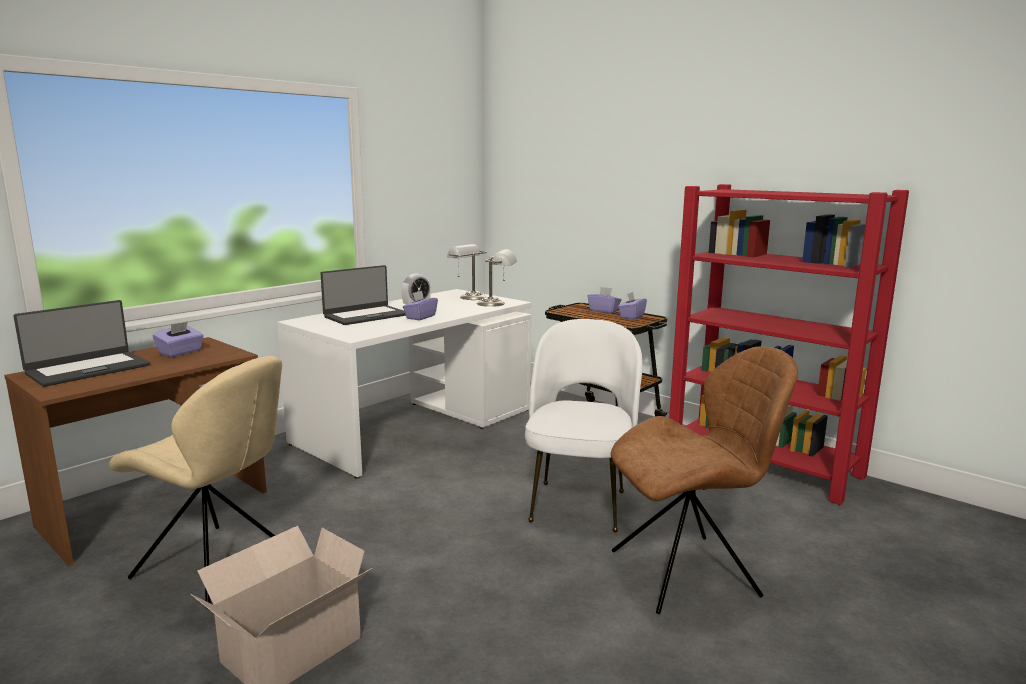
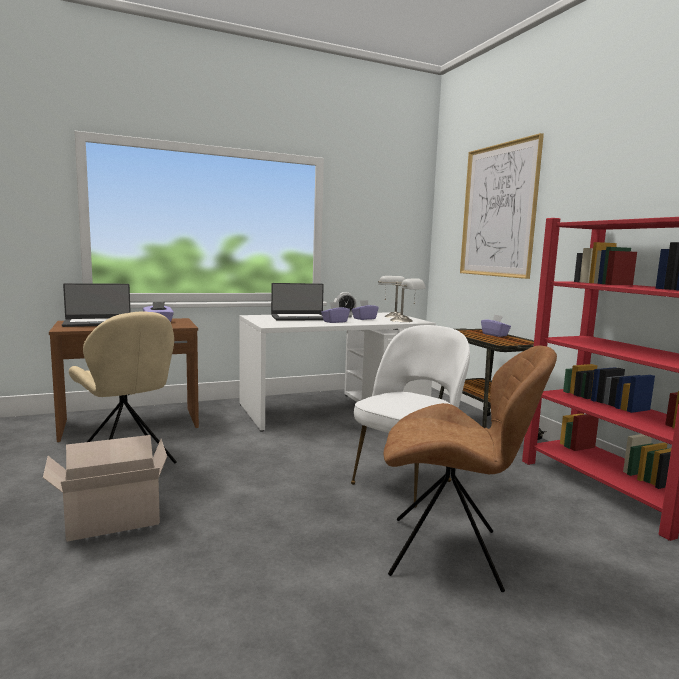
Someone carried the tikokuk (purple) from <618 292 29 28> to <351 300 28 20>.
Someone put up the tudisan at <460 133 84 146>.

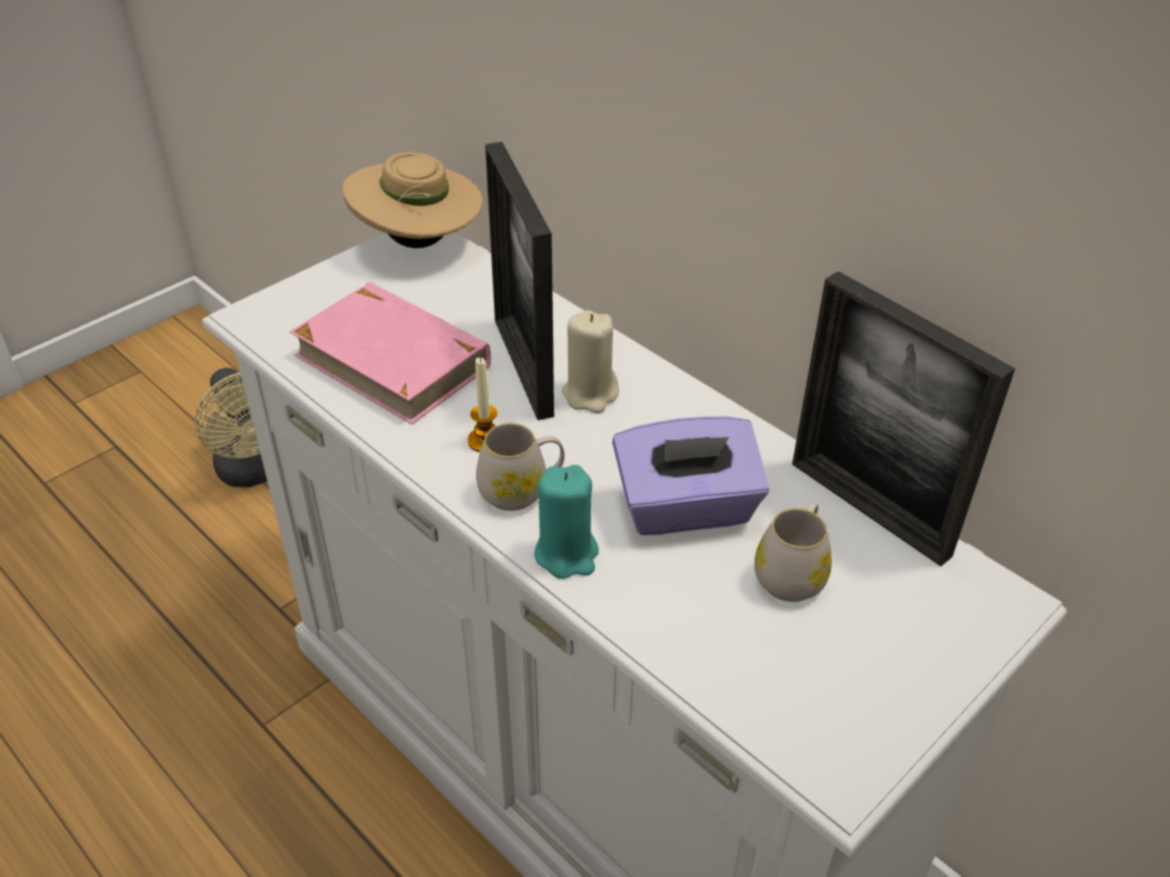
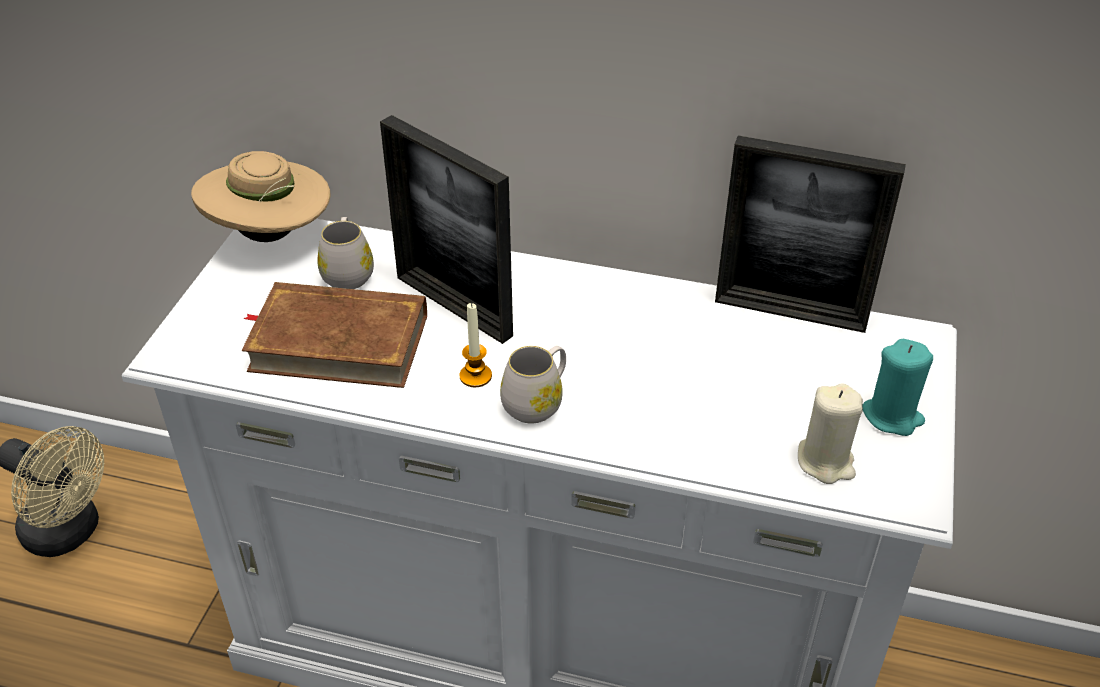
Someone repainted the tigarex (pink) at <290 282 201 142>, which became the tigarex (brown) at <242 282 185 106>.
Someone carried the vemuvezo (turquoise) from <534 465 65 114> to <862 339 71 97>.
Someone carried the vemuvezo (beige) from <562 310 57 103> to <798 383 65 101>.
Someone took away the tikokuk (purple) at <612 416 157 119>.
Someone carried the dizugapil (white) from <754 502 78 100> to <317 217 57 72>.

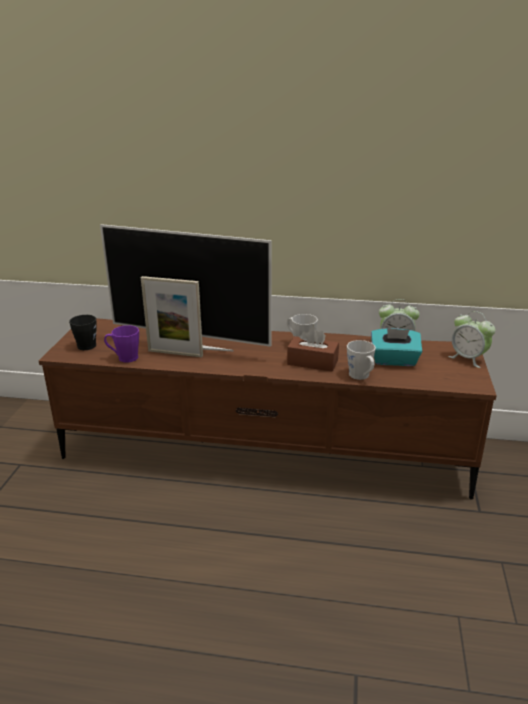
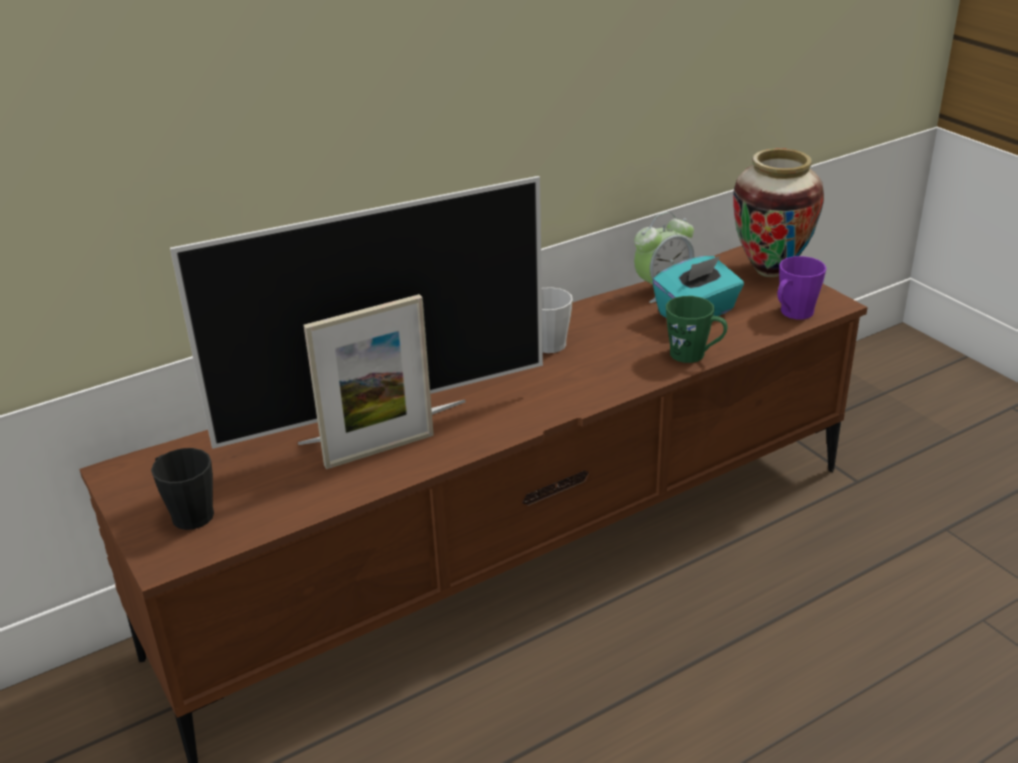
Someone carried the dizugapil (purple) from <104 325 35 38> to <778 256 48 63>.
Someone took away the tikokuk (brown) at <287 327 52 45>.
Someone repainted the dizugapil (grey) at <347 340 29 40>, which became the dizugapil (green) at <666 296 62 67>.
Someone swapped the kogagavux at <448 311 48 57> for the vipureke at <733 148 91 129>.

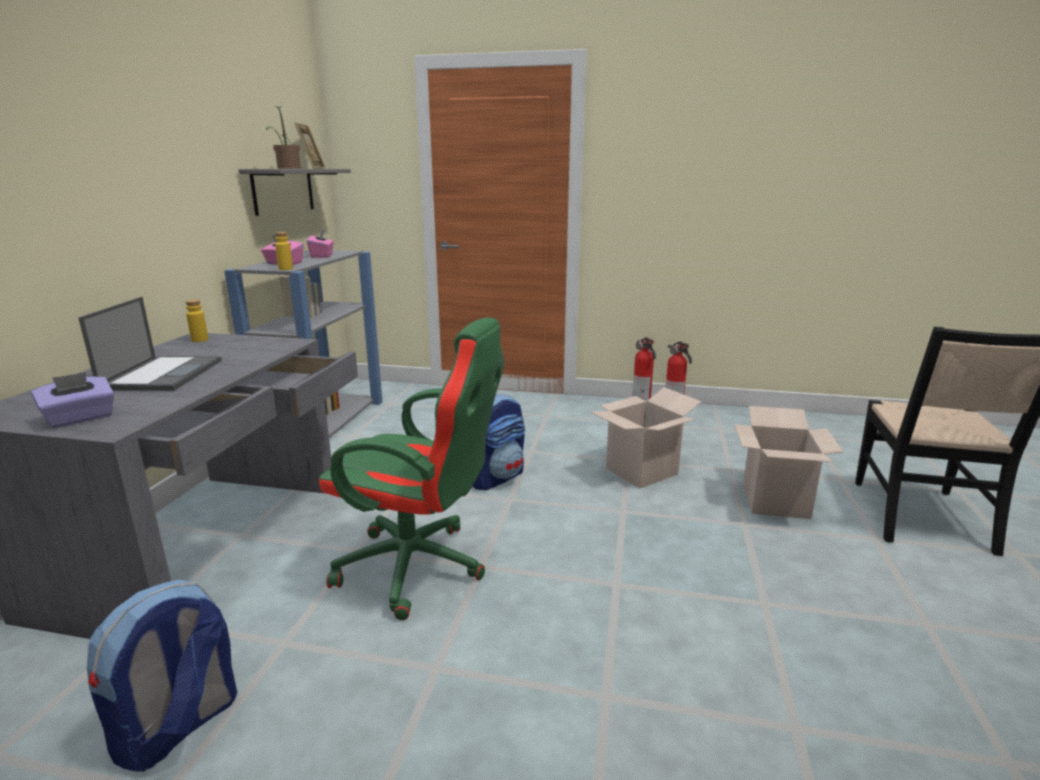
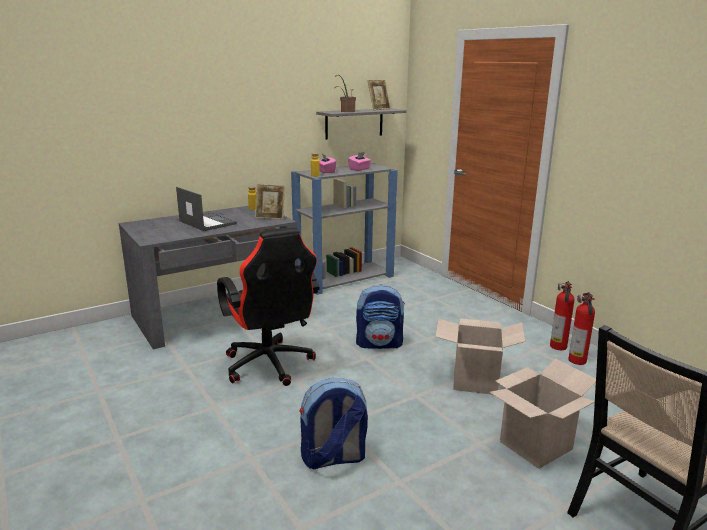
Someone took away the tikokuk (purple) at <31 372 83 56>.
Someone rotated the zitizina at <78 297 144 94> by 90 degrees counterclockwise.
Someone carried the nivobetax from <87 580 150 192> to <299 378 69 91>.
Someone repainted the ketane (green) at <319 317 185 303>, which became the ketane (black) at <217 228 103 158>.
Someone put down the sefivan at <255 184 30 36>.

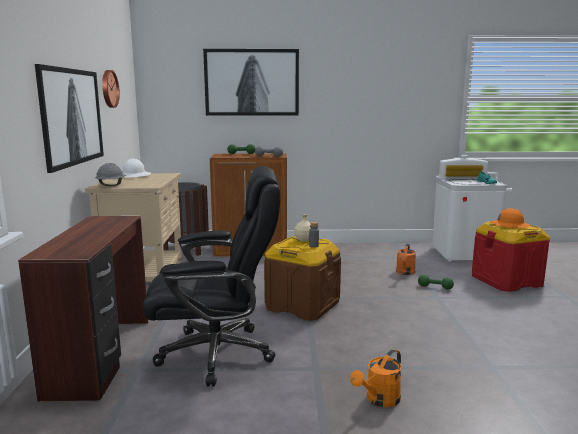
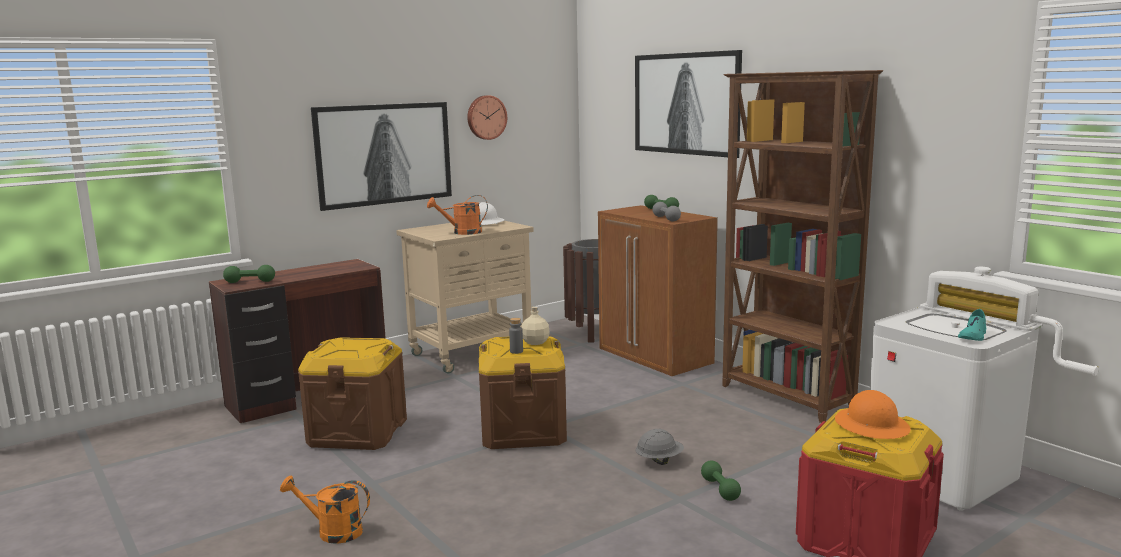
Someone carried the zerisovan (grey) from <96 163 30 23> to <635 429 49 36>.
Someone swapped the ketane (black) at <143 166 137 220> for the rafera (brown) at <298 337 109 113>.
Someone carried the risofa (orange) from <396 244 20 31> to <427 195 61 40>.
Someone put down the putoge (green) at <223 265 52 18>.
Someone put down the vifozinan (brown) at <722 70 161 353>.

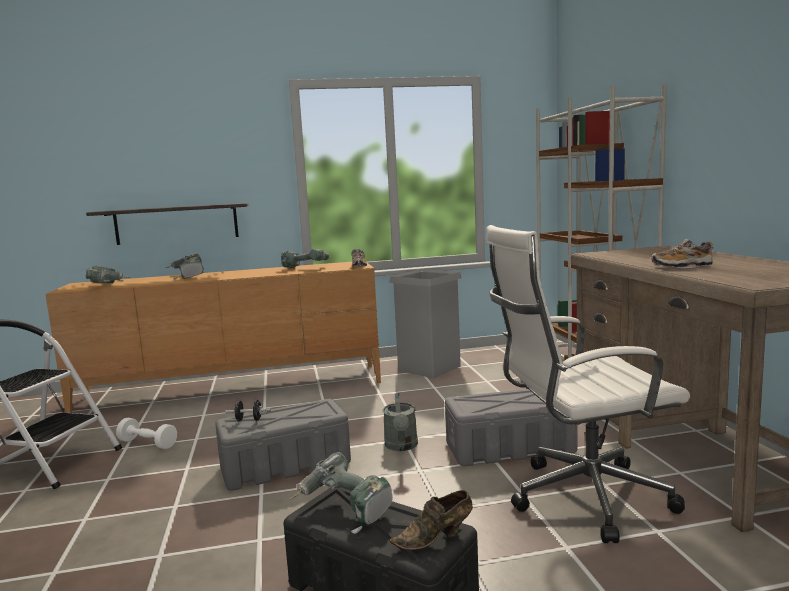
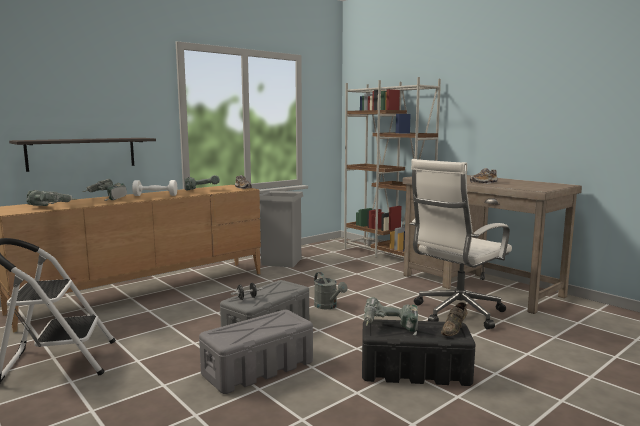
Someone carried the putoge (white) from <116 418 61 31> to <132 180 45 16>.
Someone carried the rafera (grey) from <445 389 132 77> to <199 310 114 84>.

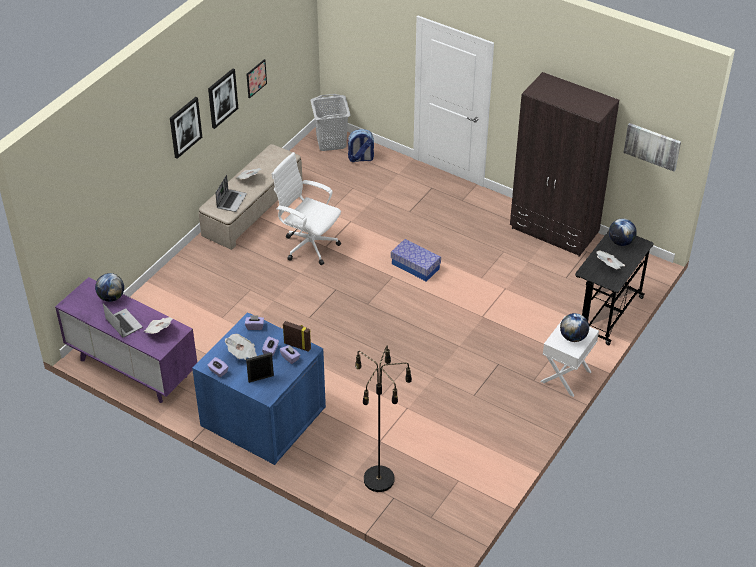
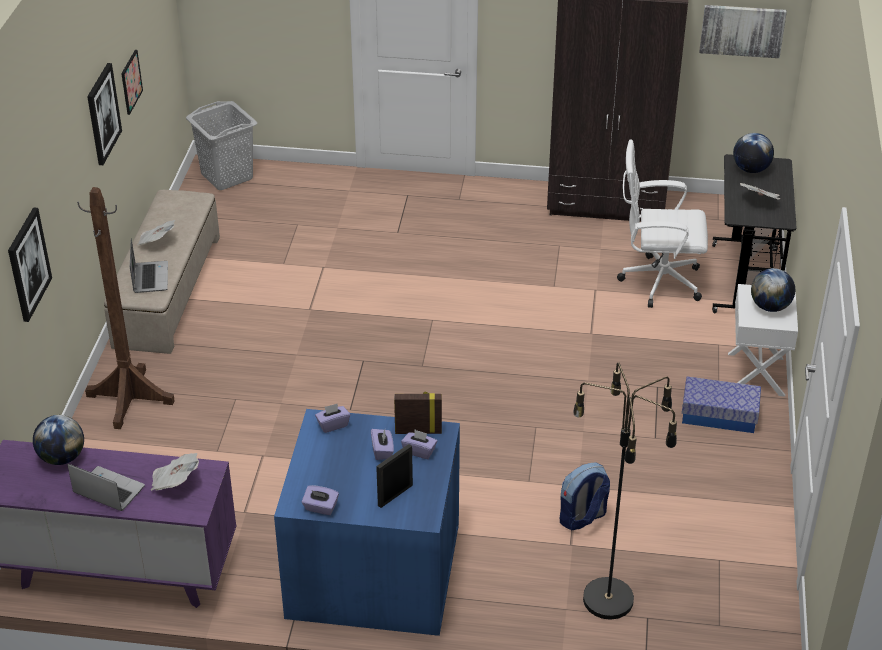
Someone carried the tudisan from <170 97 32 62> to <8 207 44 115>.
Someone took away the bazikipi at <225 334 32 26>.
Someone carried the ketane (white) from <272 152 69 113> to <617 139 91 169>.
Someone carried the nivobetax from <348 129 26 33> to <560 462 50 69>.
Someone carried the rafera from <391 239 50 43> to <682 376 79 57>.
Someone put down the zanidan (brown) at <77 187 98 242>.

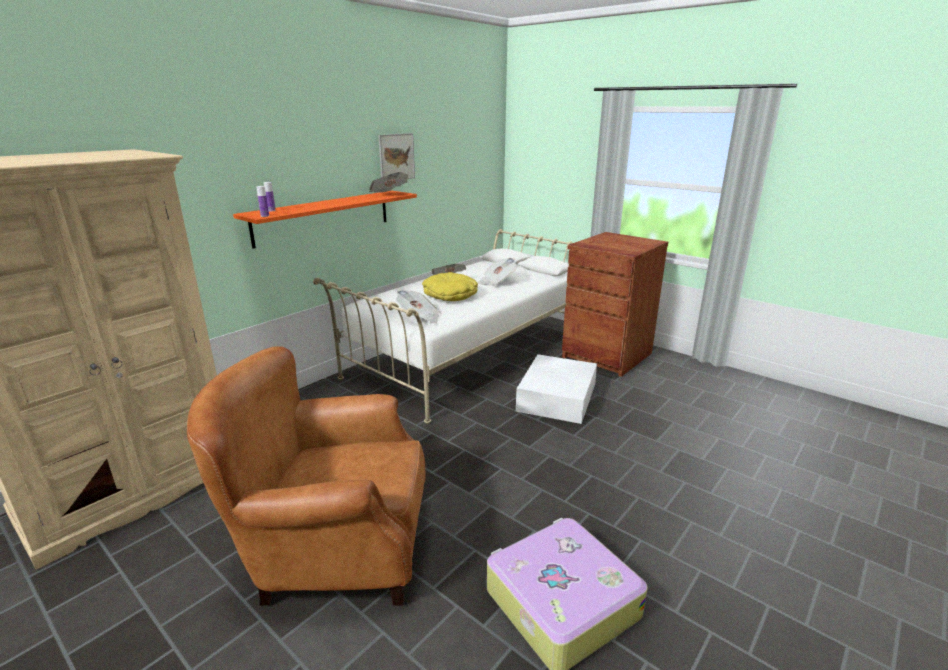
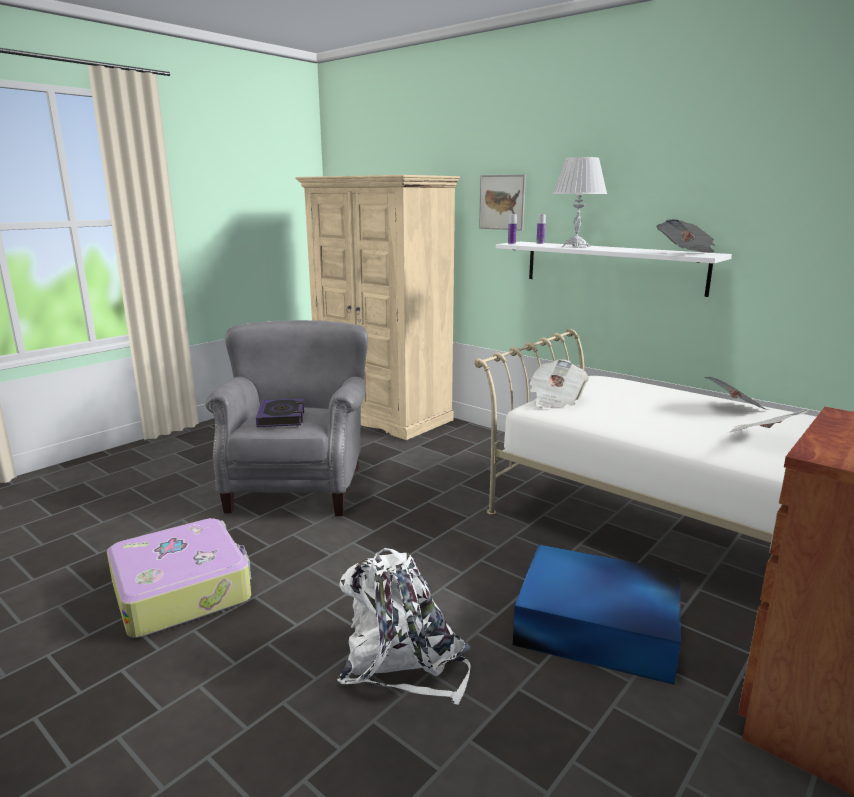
Someone repainted the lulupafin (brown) at <187 347 238 259>, which became the lulupafin (grey) at <205 320 163 196>.
Someone repainted the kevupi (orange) at <233 191 184 58>, which became the kevupi (white) at <496 242 236 55>.
Someone carried the tudisan from <378 133 37 46> to <479 174 47 57>.
Someone took away the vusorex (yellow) at <422 272 56 29>.
Someone repainted the rafera (white) at <516 354 81 70>, which became the rafera (blue) at <513 544 168 141>.
Someone put down the tigarex at <256 398 48 29>.
Someone put down the nivobetax (white) at <337 548 133 157>.
Someone put down the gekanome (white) at <552 157 55 91>.

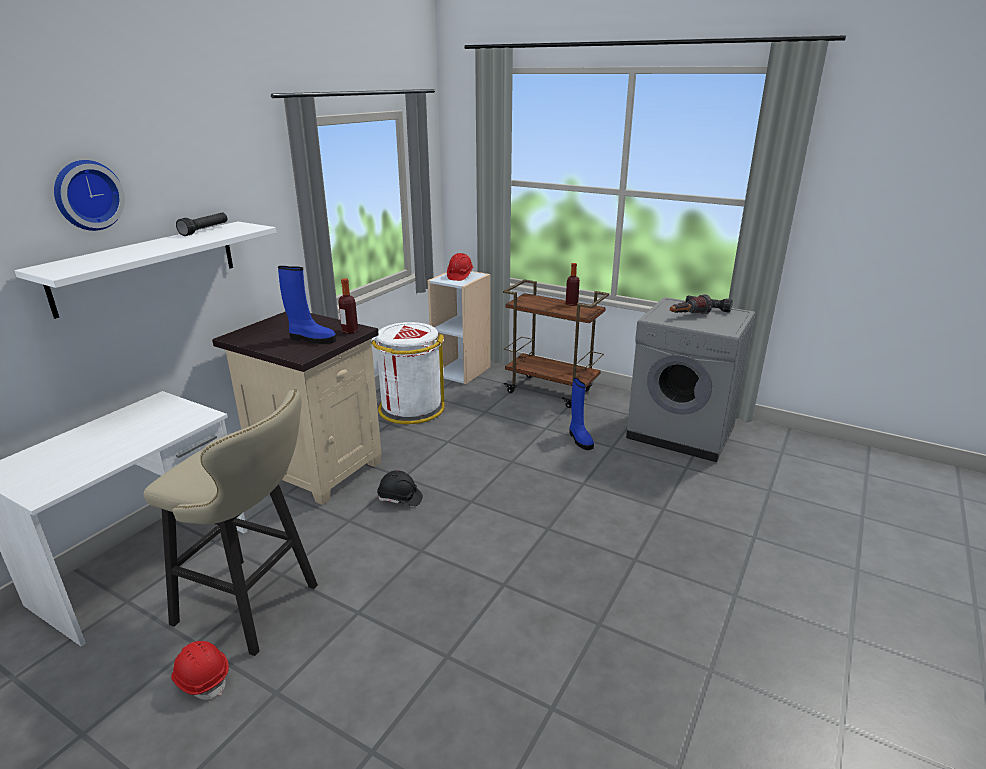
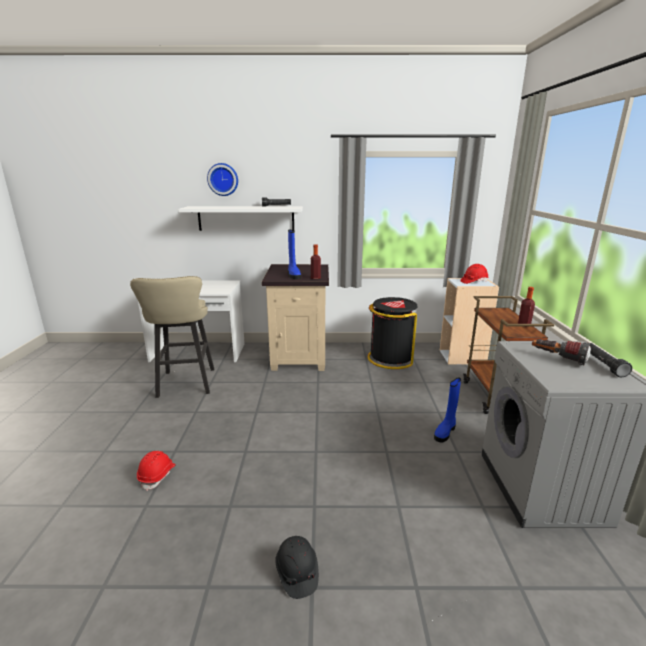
Someone carried the zerisovan (red) from <171 641 58 59> to <137 451 39 40>.
Someone repainted the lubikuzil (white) at <371 322 74 102>, which became the lubikuzil (black) at <368 297 50 72>.
Someone carried the zerisovan (black) from <377 470 46 36> to <275 536 44 63>.

